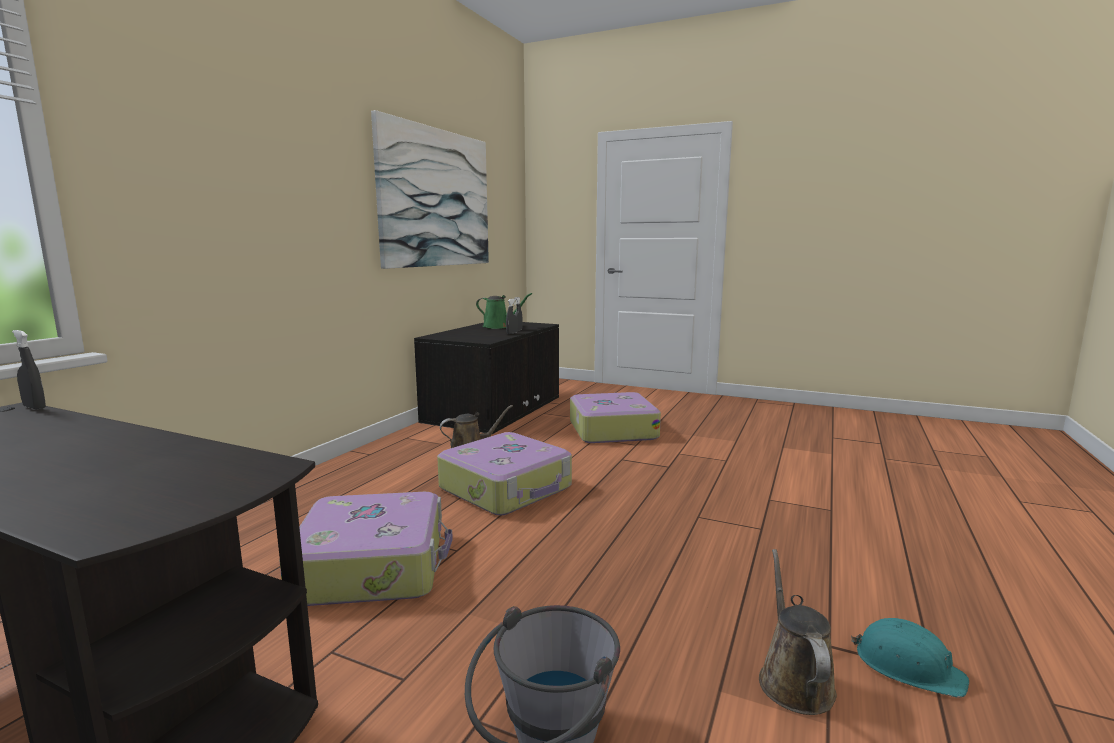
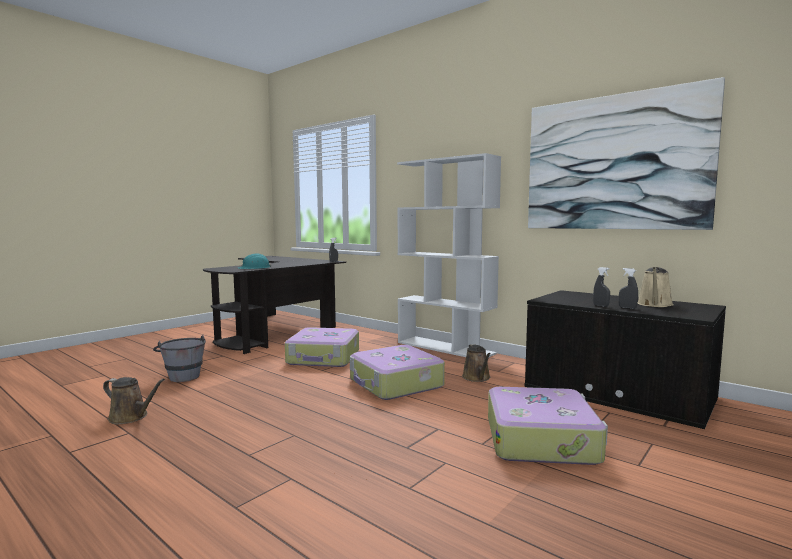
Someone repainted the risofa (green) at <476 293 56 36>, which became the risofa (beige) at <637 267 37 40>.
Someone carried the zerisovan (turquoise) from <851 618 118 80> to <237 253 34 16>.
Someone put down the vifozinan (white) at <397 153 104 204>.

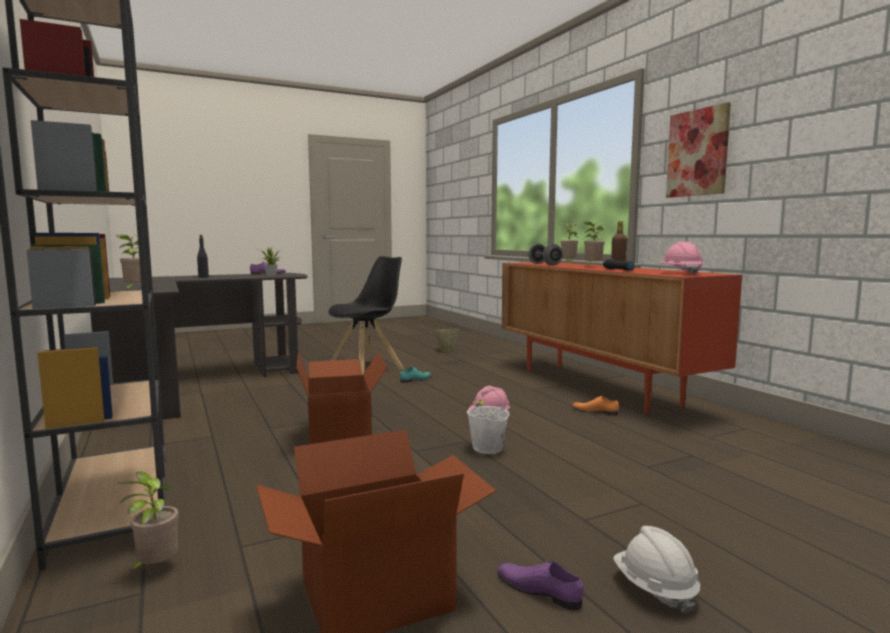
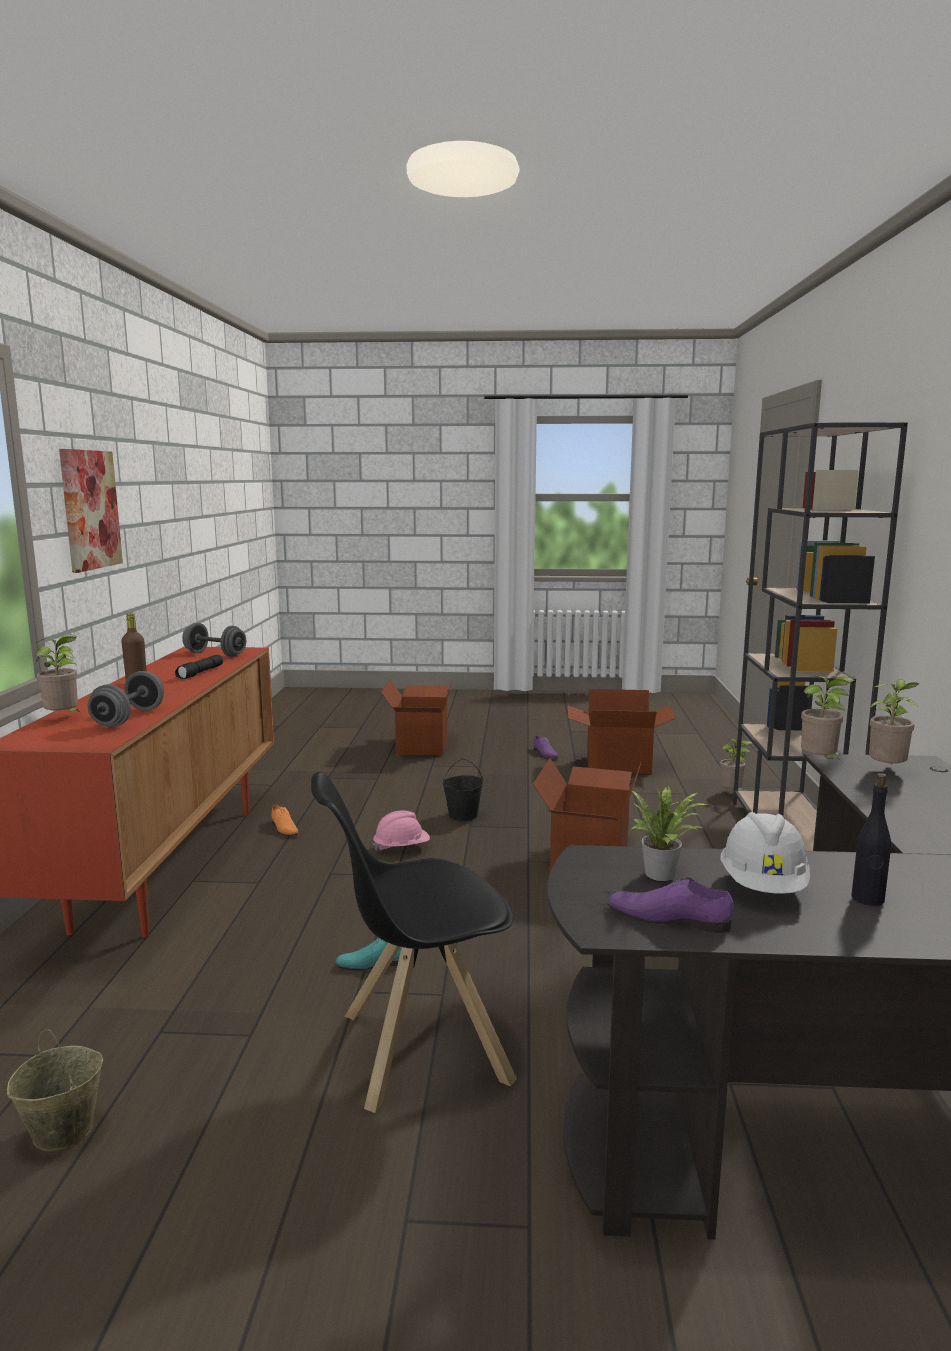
Someone repainted the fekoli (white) at <467 387 42 67>, which became the fekoli (black) at <443 758 40 63>.
Someone carried the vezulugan from <583 221 22 46> to <801 676 54 85>.
Someone carried the zerisovan (white) from <613 526 87 88> to <720 812 90 82>.
Someone swapped the zerisovan (pink) at <660 242 43 33> for the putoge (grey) at <182 623 64 34>.
Someone put down the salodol at <381 677 73 78>.

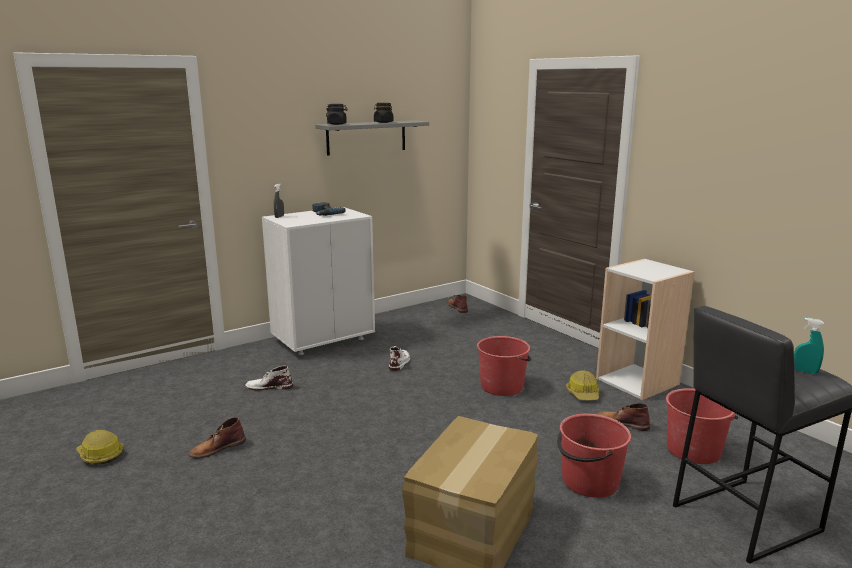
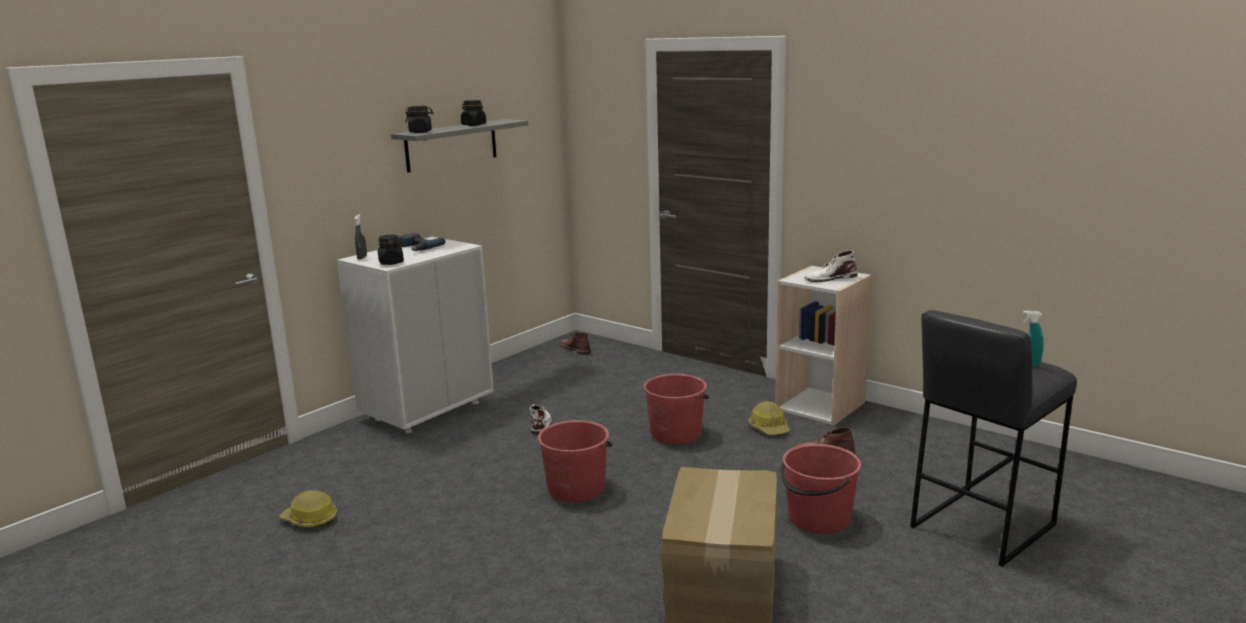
Someone carried the zerisovan from <76 430 47 34> to <279 490 58 37>.
Someone took away the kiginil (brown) at <188 417 58 42>.
Someone carried the kiginil (white) from <245 366 48 25> to <805 250 52 32>.
Someone carried the fekoli (red) from <666 388 72 76> to <538 420 75 82>.
Someone put down the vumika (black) at <378 235 26 30>.

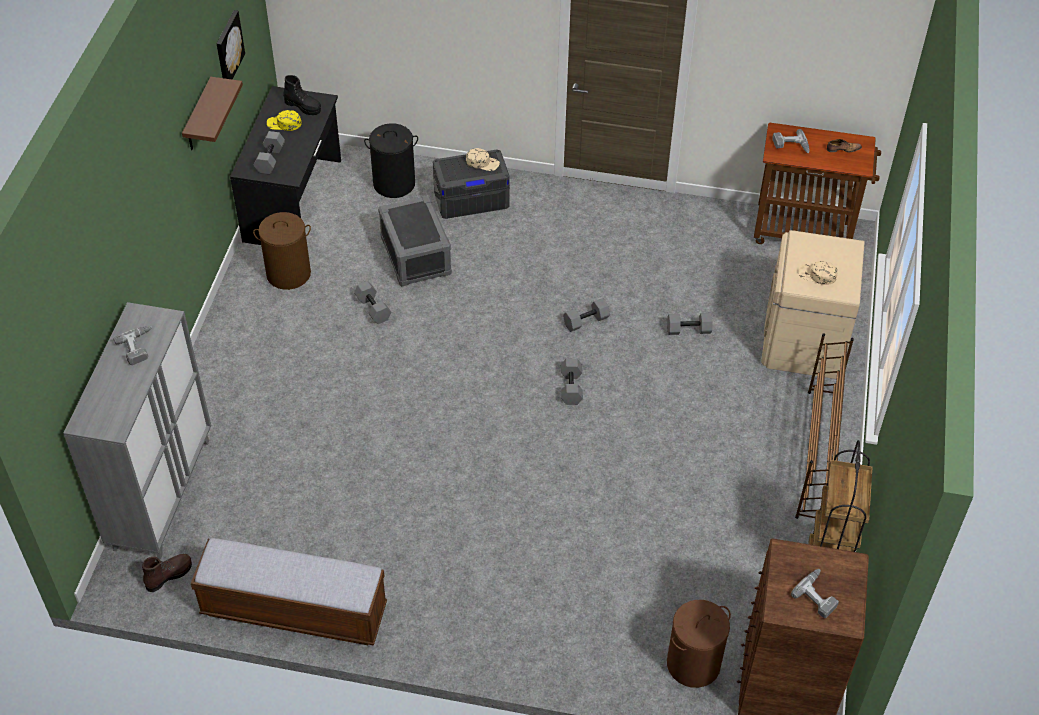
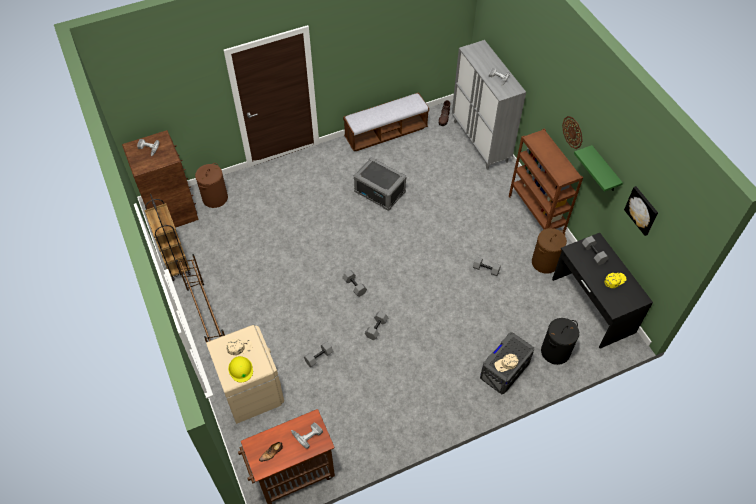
Someone repainted the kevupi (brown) at <182 77 61 73>, which became the kevupi (green) at <574 145 49 47>.
Someone took away the kiginil (black) at <283 75 38 40>.
Someone carried the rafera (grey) from <378 195 74 91> to <354 157 52 54>.
Someone put down the zerisovan (yellow) at <228 356 25 26>.
Someone put down the vifozinan (brown) at <509 128 74 106>.
Someone put up the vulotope at <562 116 21 33>.

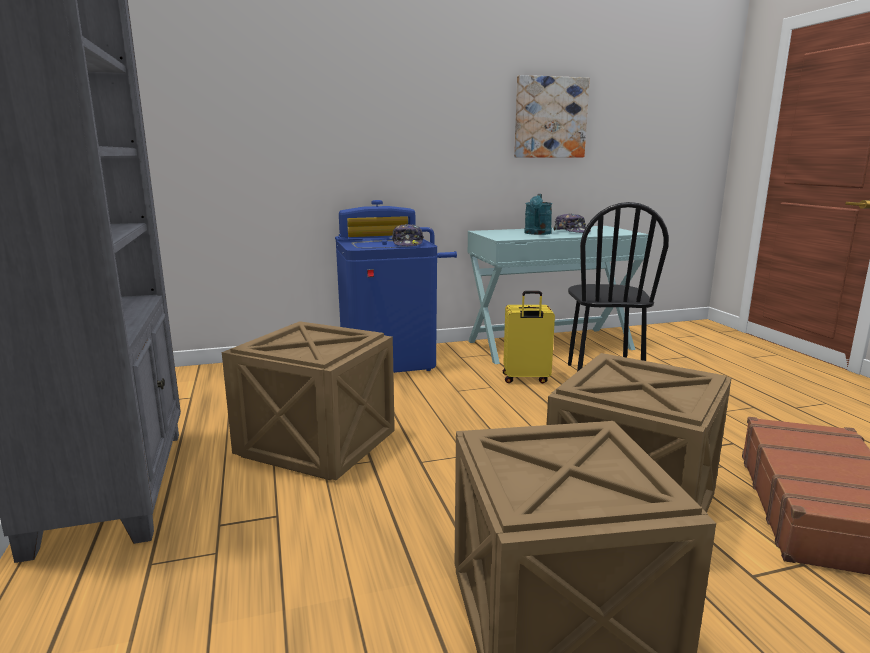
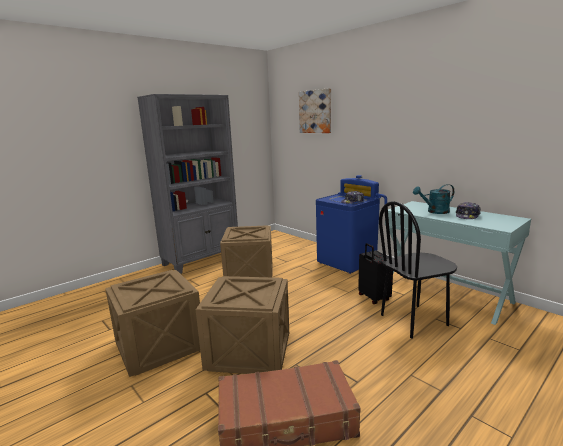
Someone repainted the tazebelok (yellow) at <503 291 52 92>, which became the tazebelok (black) at <358 243 35 61>.
Someone carried the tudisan from <514 75 76 83> to <299 88 32 45>.

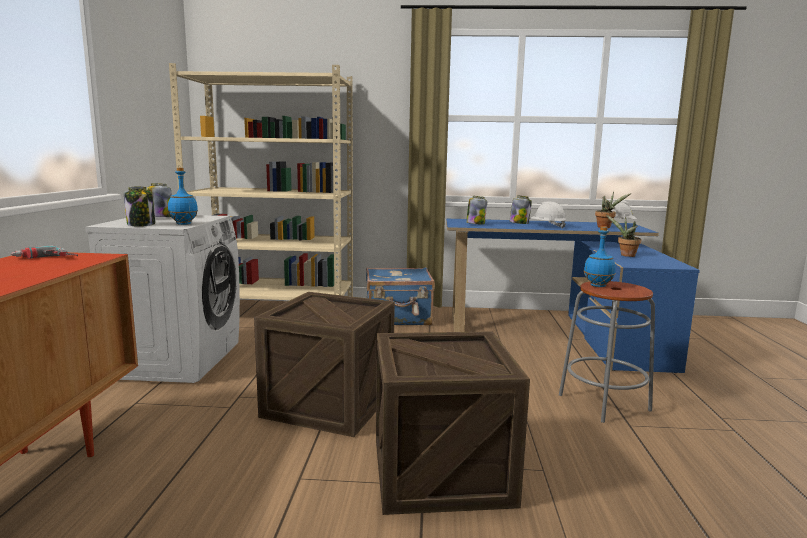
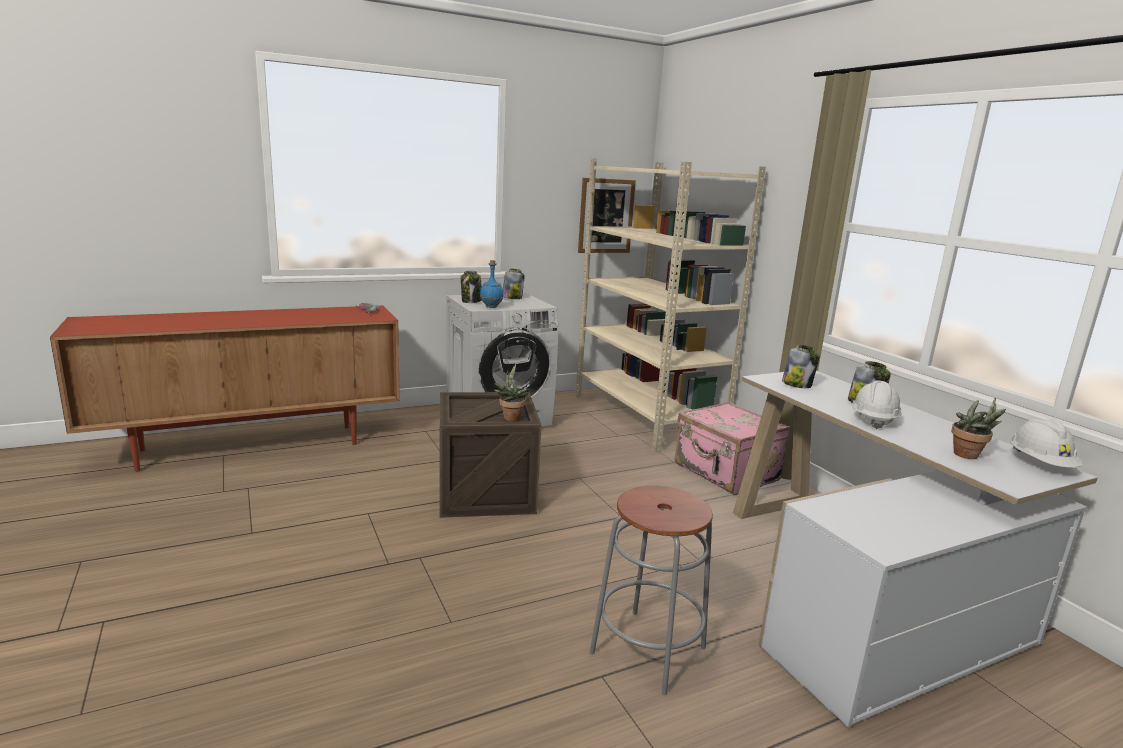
Someone repainted the tazebelok (blue) at <366 267 69 58>, which became the tazebelok (pink) at <675 402 114 93>.
Someone took away the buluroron at <376 331 154 184>.
Someone repainted the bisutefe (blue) at <446 219 254 154>, which became the bisutefe (white) at <733 371 365 356>.
Someone took away the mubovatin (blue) at <584 226 32 61>.
Someone carried the vezulugan from <606 215 35 42> to <494 364 34 58>.
Someone put up the tudisan at <578 178 58 75>.

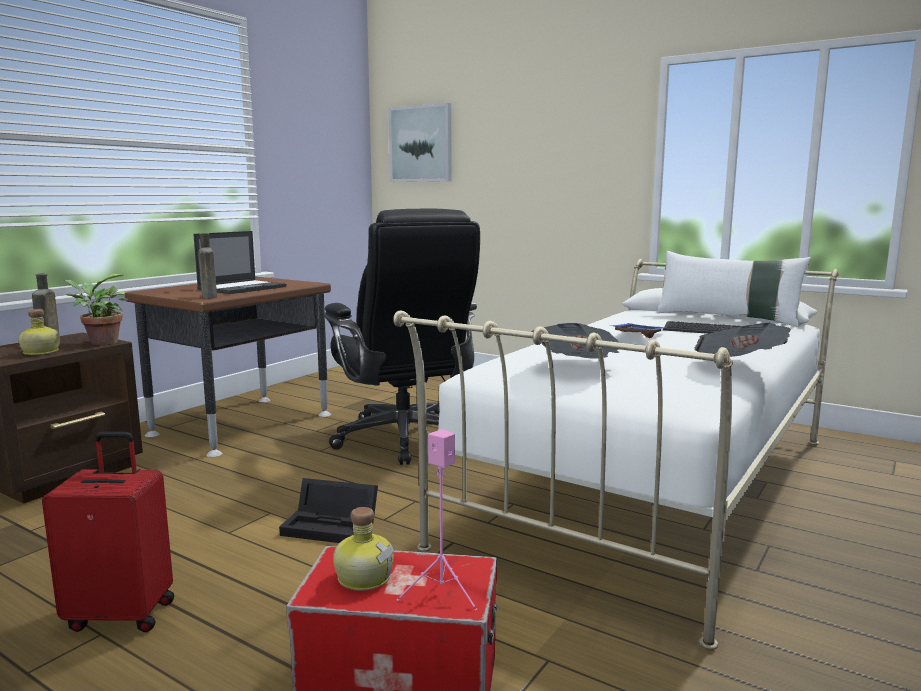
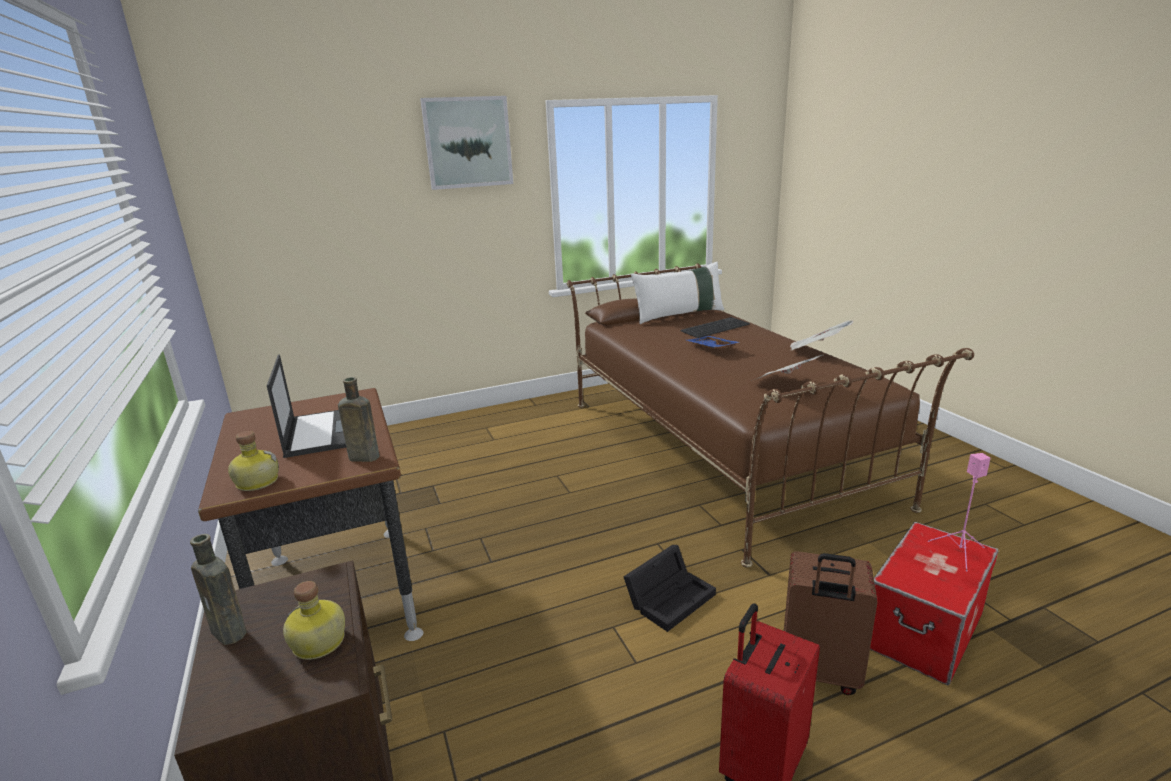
Someone took away the vezulugan at <64 274 64 71>.
Someone took away the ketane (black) at <325 209 155 256>.
Someone carried the mubovatin from <333 507 61 84> to <228 431 51 60>.
Someone carried the tudisan from <388 103 64 79> to <420 96 93 94>.
Someone repainted the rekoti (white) at <393 259 446 392>, which became the rekoti (brown) at <567 263 407 305>.
Someone put down the tazebelok (brown) at <784 551 94 144>.

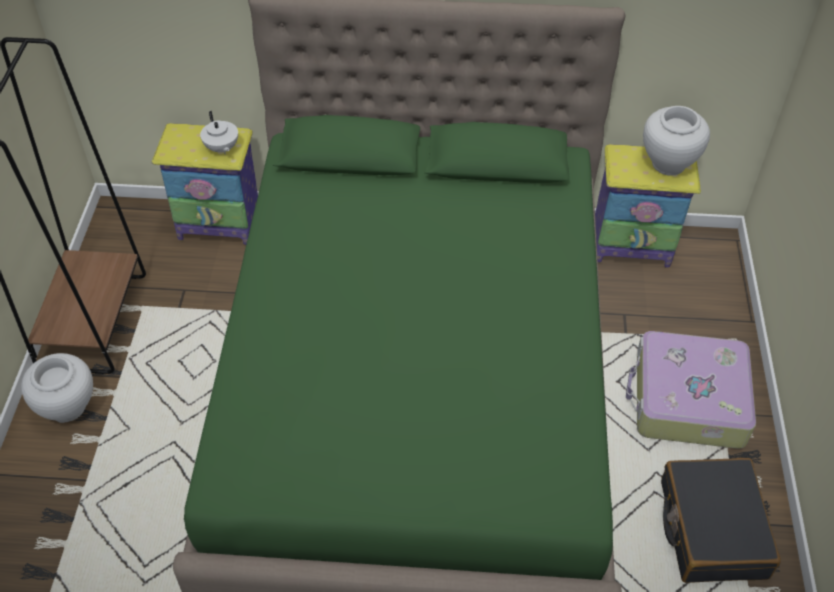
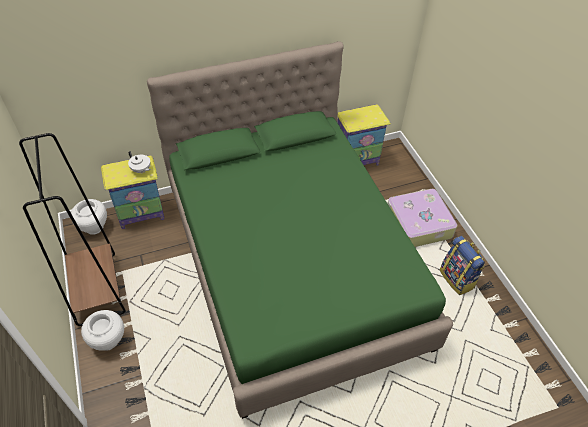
Someone carried the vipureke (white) from <643 106 67 70> to <71 199 36 36>.
Someone swapped the tazebelok (black) at <661 458 120 125> for the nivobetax at <440 236 45 59>.

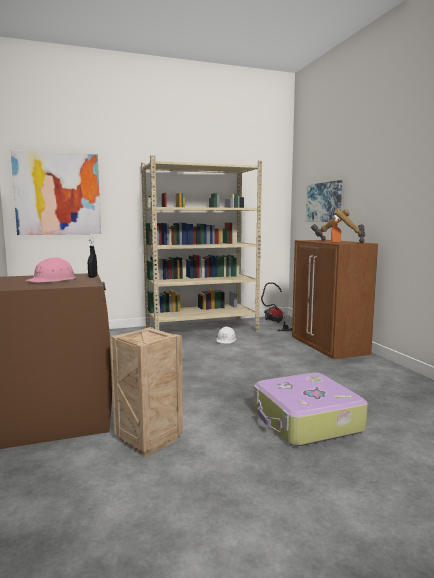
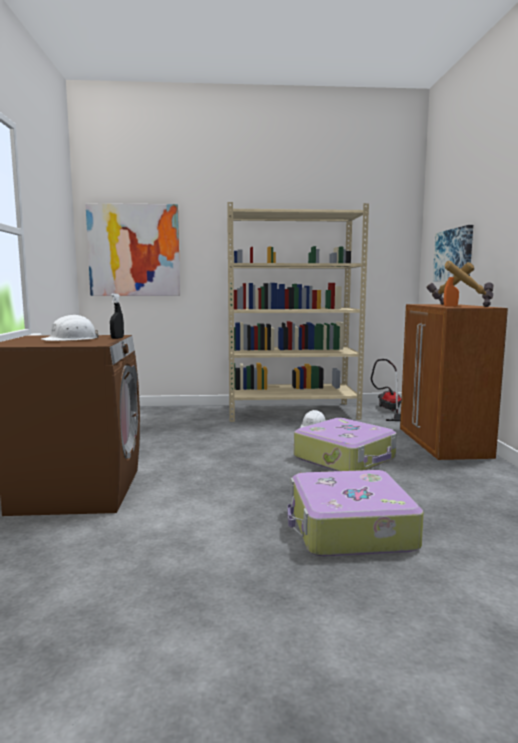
Someone repainted the zerisovan (pink) at <26 257 50 26>, which became the zerisovan (white) at <41 315 58 26>.
Someone took away the buluroron at <110 327 73 130>.
Someone put down the tazebelok at <294 418 103 53>.

